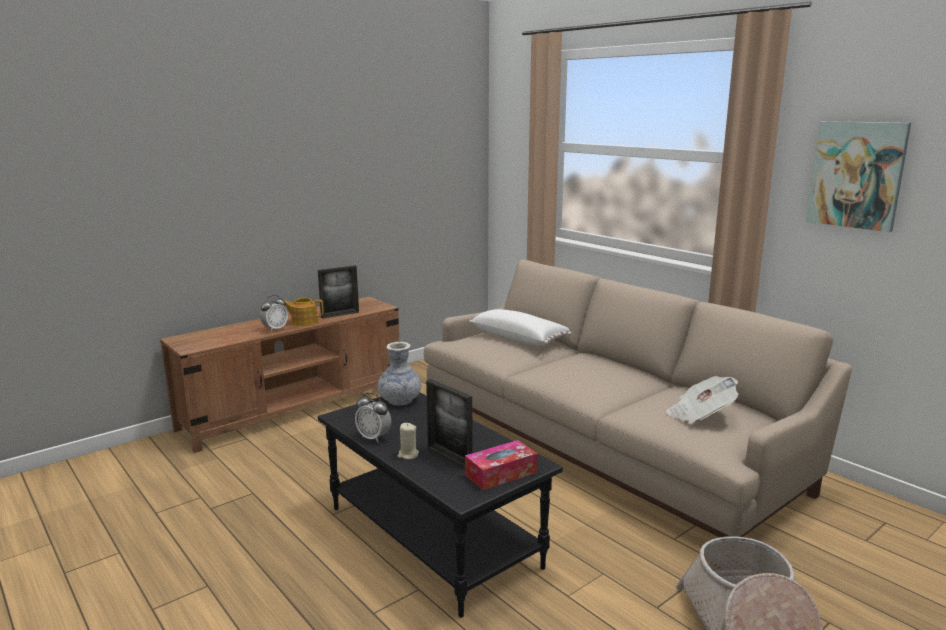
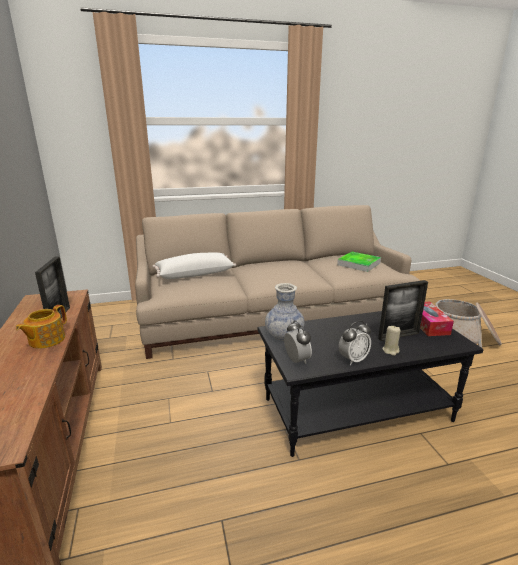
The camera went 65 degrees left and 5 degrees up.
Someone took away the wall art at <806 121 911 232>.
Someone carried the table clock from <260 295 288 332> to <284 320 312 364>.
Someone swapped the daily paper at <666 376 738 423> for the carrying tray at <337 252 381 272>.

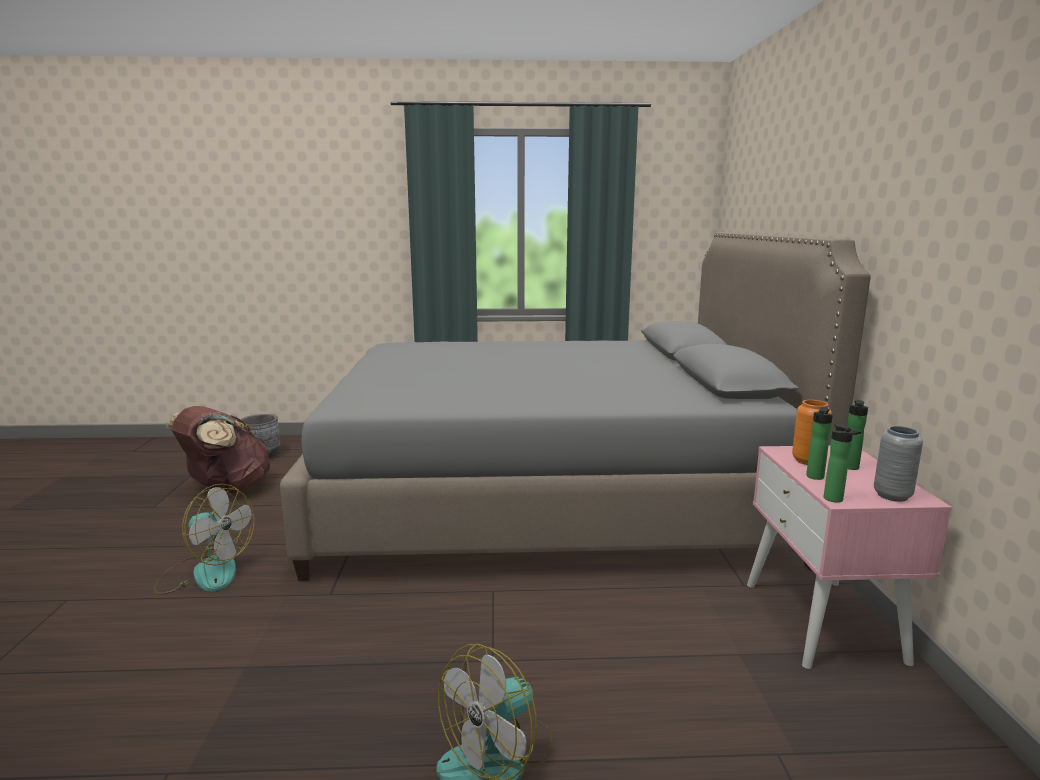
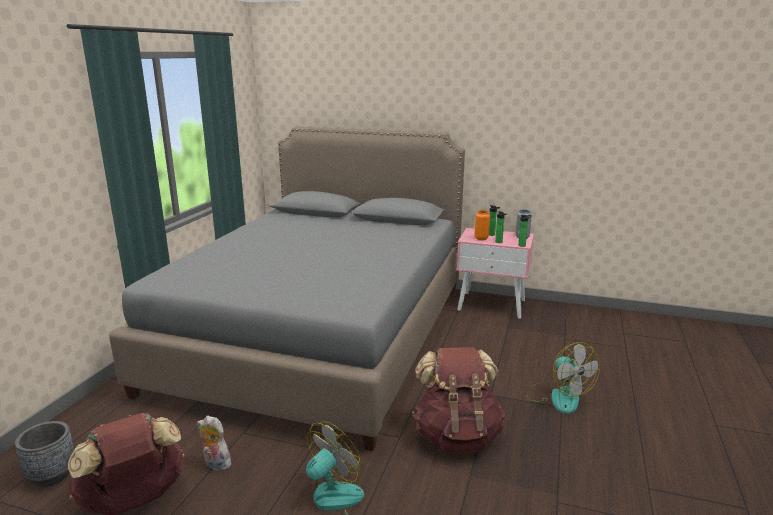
The camera went 70 degrees left and 5 degrees up.
Someone put down the cuddly toy at <197 416 231 471>.
Someone put down the brown backpack at <412 347 505 453>.

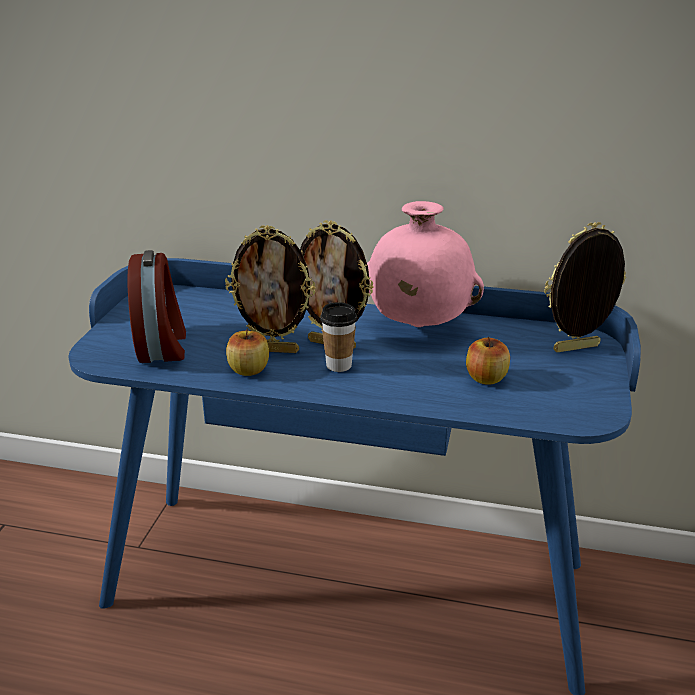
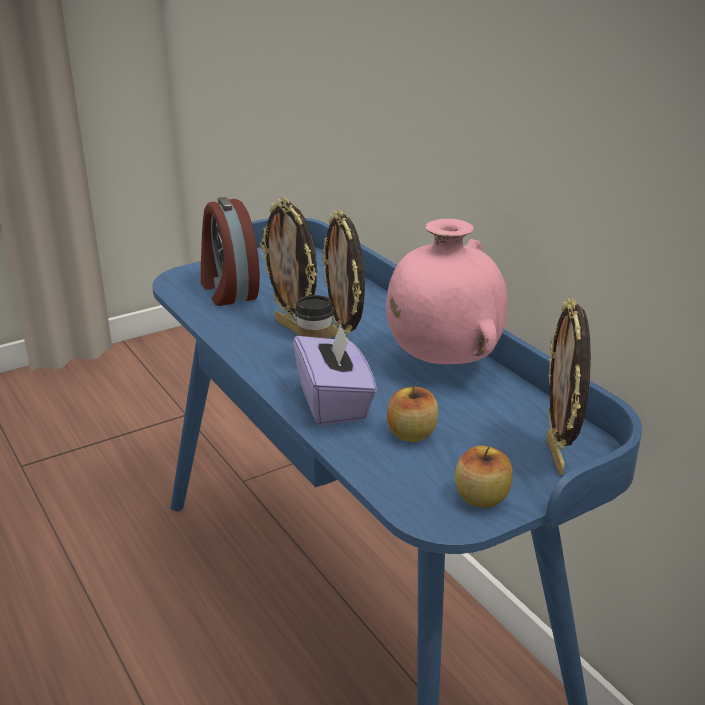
The camera went 45 degrees right and 0 degrees up.
Someone put down the purple tissue box at <293 323 377 426>.
Someone carried the apple fruit from <226 328 269 376> to <455 446 513 508>.
Someone rotated the table clock at <128 250 186 363> by 120 degrees clockwise.
Someone rotated the picture frame at <544 222 626 352> by 120 degrees counterclockwise.

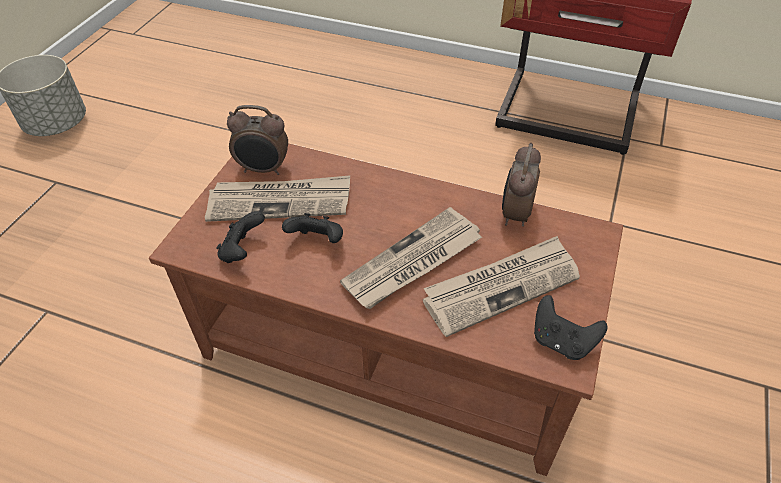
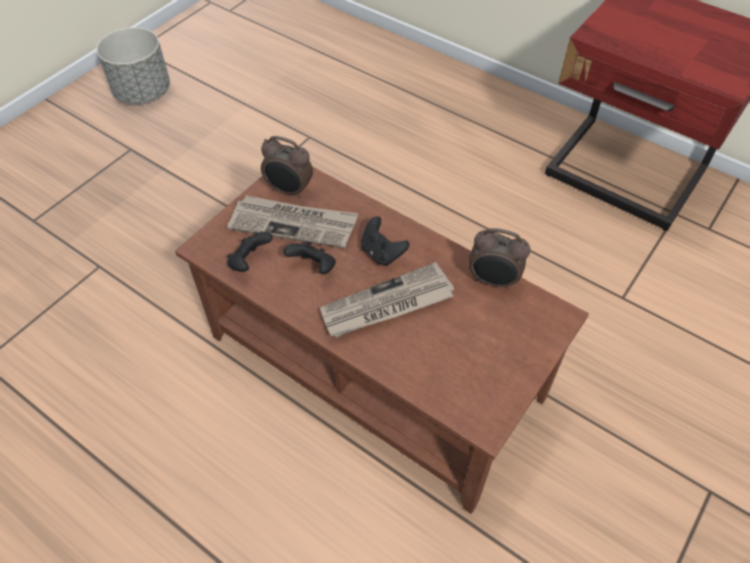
The camera went 15 degrees right and 5 degrees up.
Someone took away the daily paper at <423 236 580 337>.
Someone carried the blackish game controller from <534 295 607 360> to <361 216 409 266>.
Someone rotated the table clock at <502 143 541 227> by 105 degrees counterclockwise.

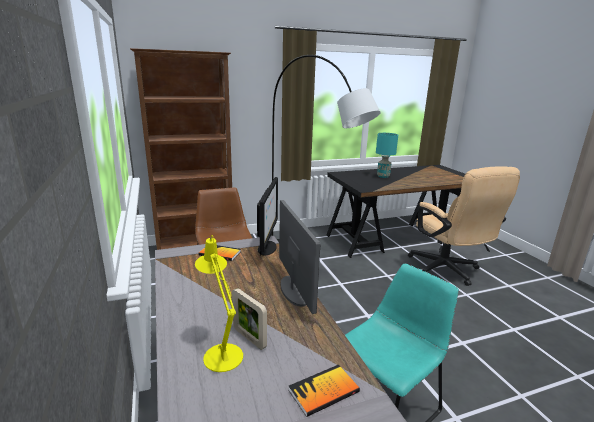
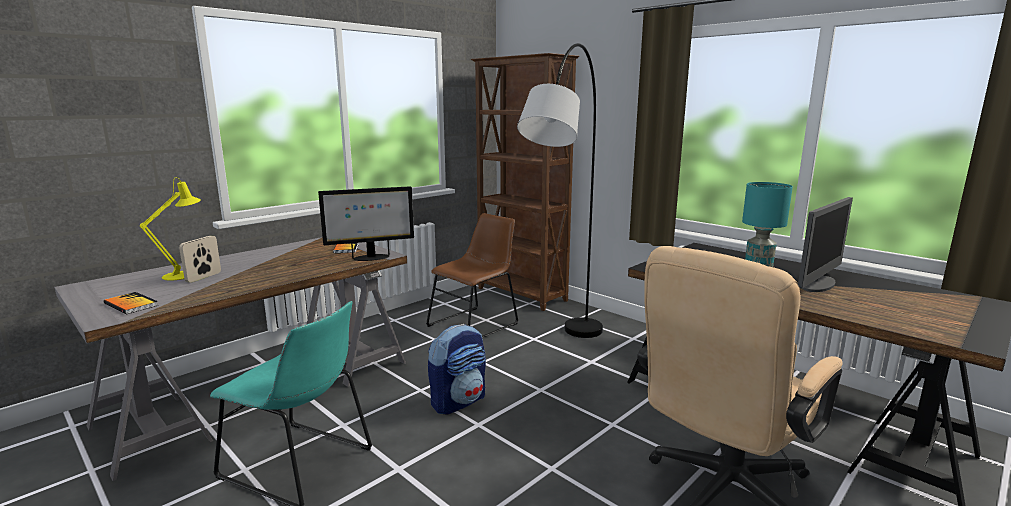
The camera went 65 degrees right and 5 degrees down.
Someone put down the backpack at <428 324 486 415>.
Someone carried the monitor from <279 200 320 314> to <798 197 853 292>.

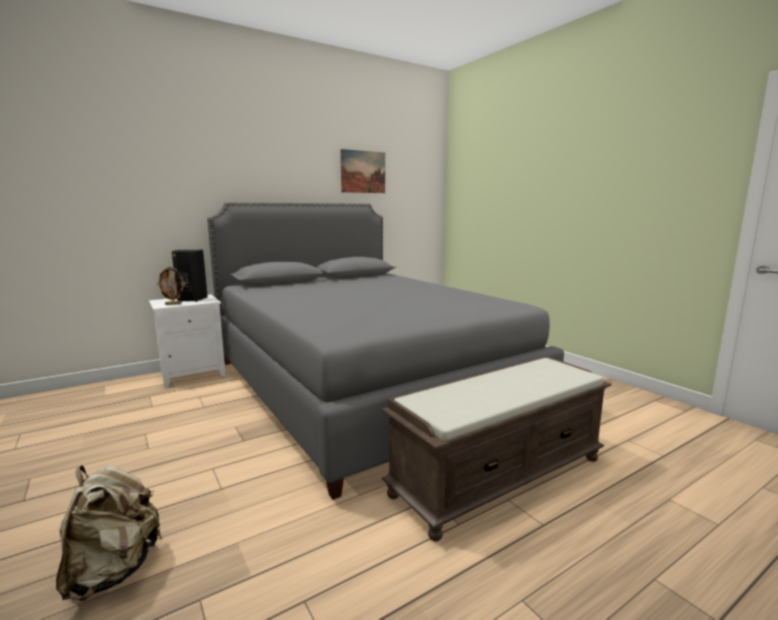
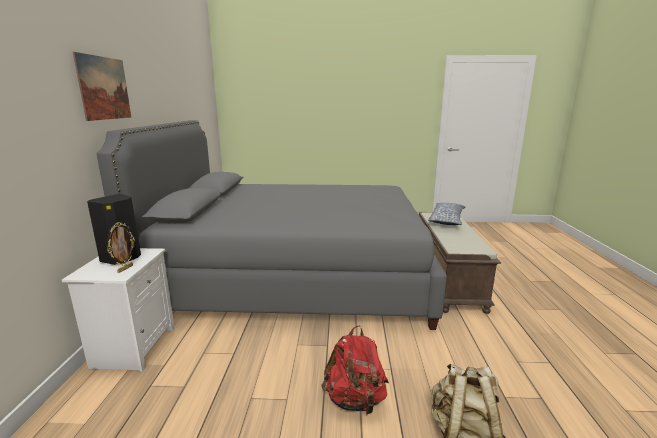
The camera went 55 degrees left and 5 degrees up.
Someone put down the red backpack at <321 326 389 414>.
Someone put down the throw pillow at <428 203 465 225>.
Someone carried the wall art from <340 149 385 193> to <73 52 131 121>.

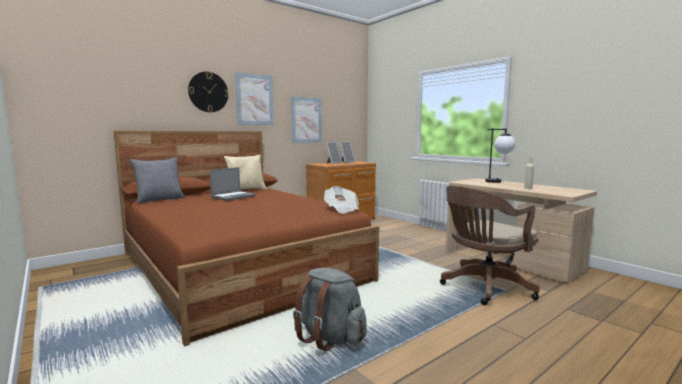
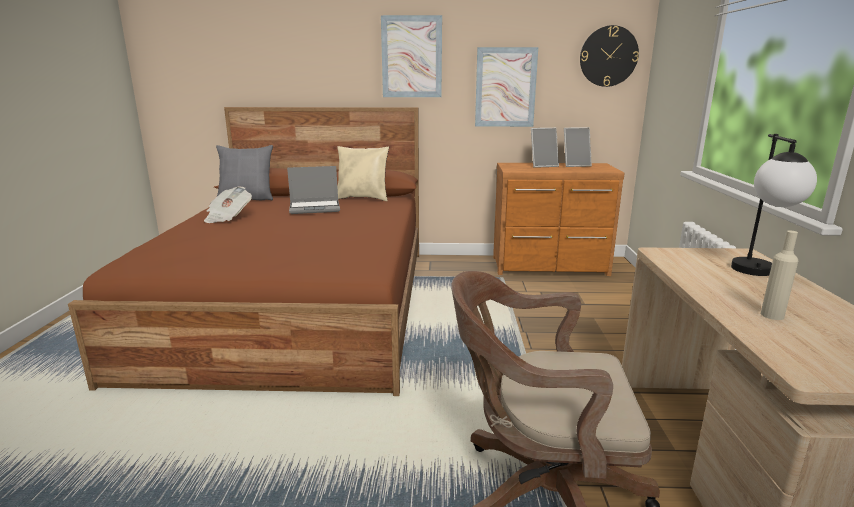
The camera went 40 degrees right and 10 degrees up.
Someone took away the greyish backpack at <293 268 367 351>.
Someone carried the hanging clock from <188 72 229 112> to <580 25 639 87>.
Someone carried the daily paper from <324 186 359 214> to <204 186 252 223>.

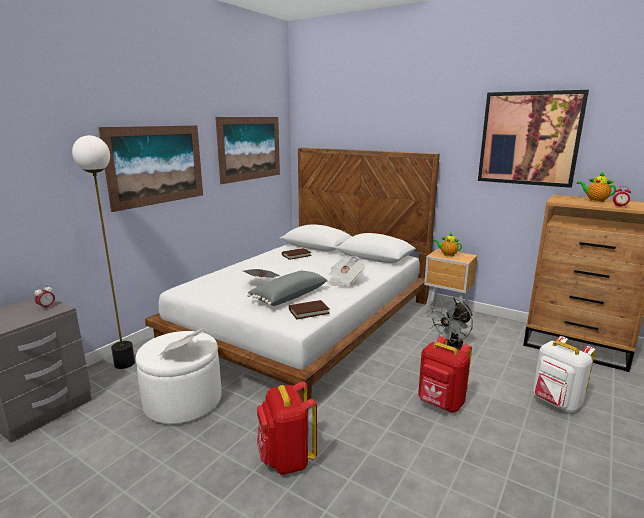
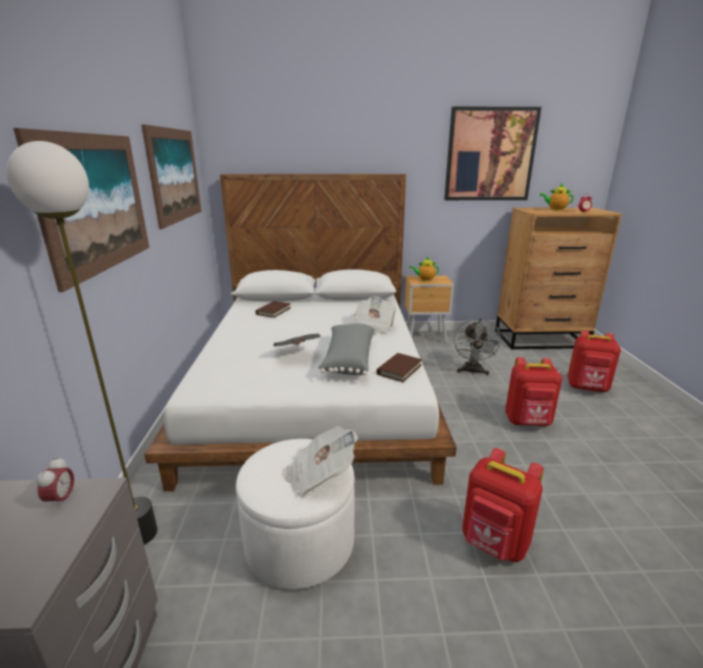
The camera went 35 degrees left and 5 degrees up.
Someone repainted the whitish backpack at <533 336 595 412>, which became the red backpack at <567 331 621 392>.

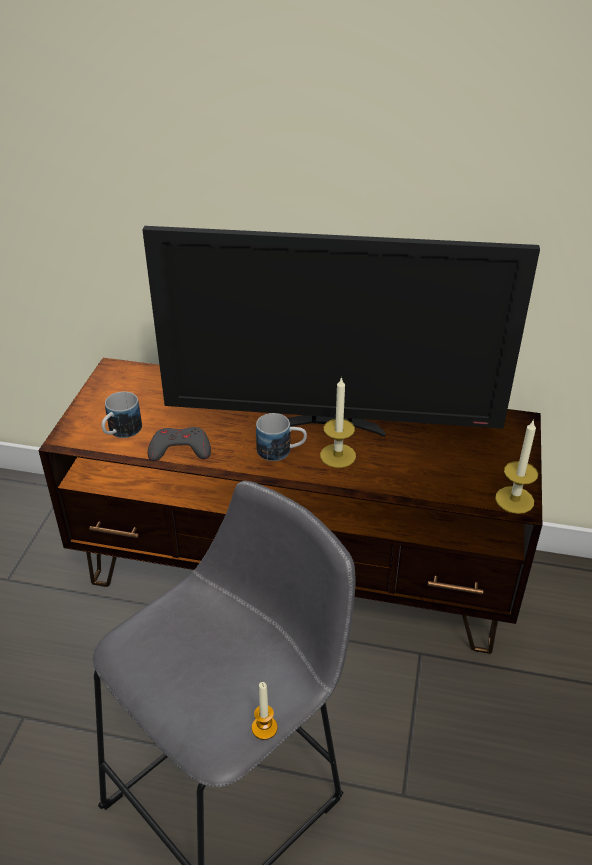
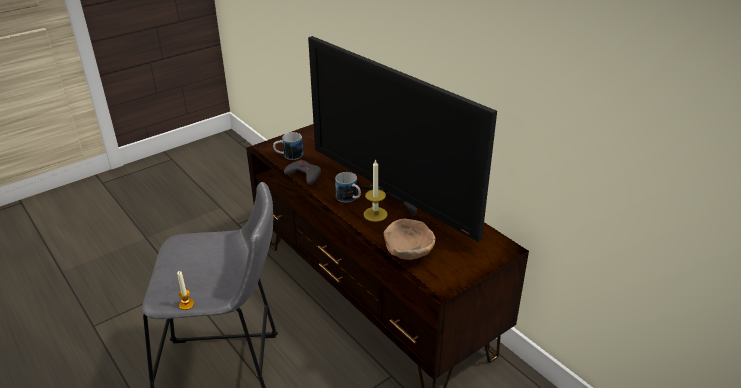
The camera went 40 degrees right and 5 degrees down.
Someone took away the candle at <495 419 538 514>.
Someone put down the brown deep dish at <384 219 436 260>.

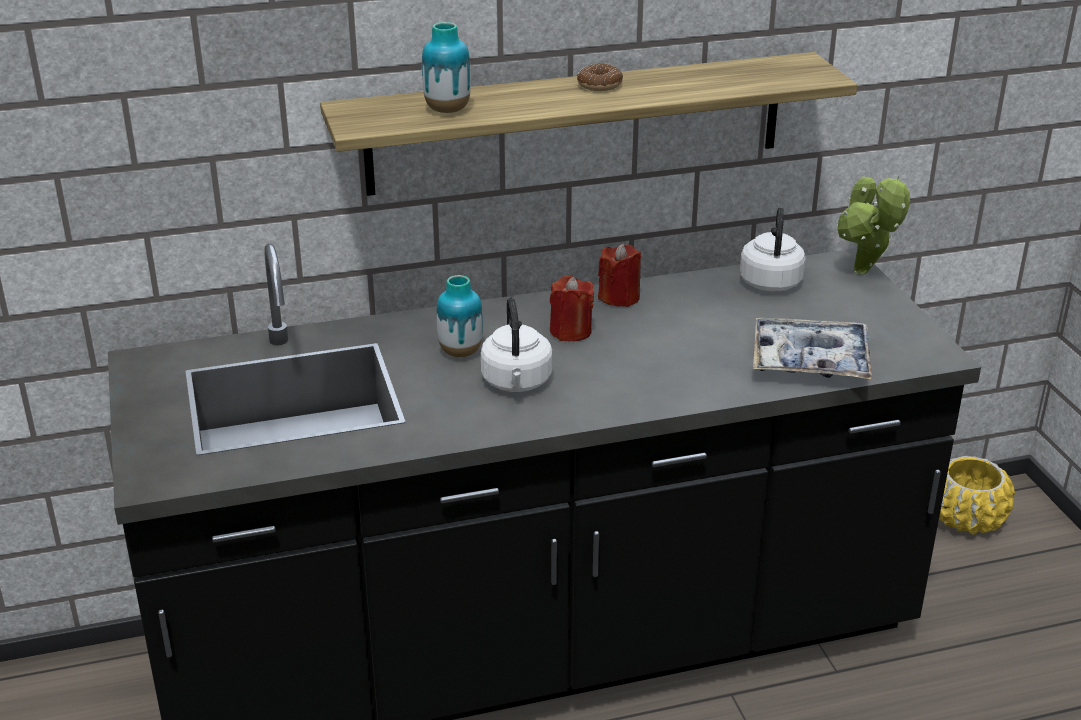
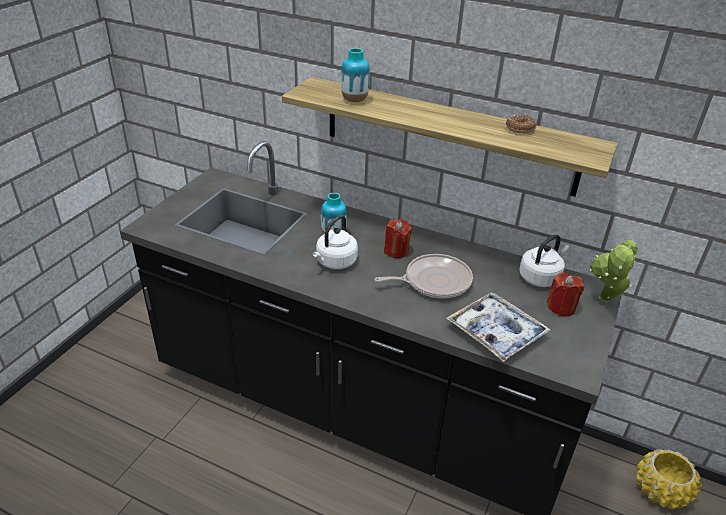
The camera went 40 degrees right and 5 degrees up.
Someone put down the frying pan at <375 254 473 298>.
Someone carried the ring doughnut from <577 63 623 91> to <506 115 536 134>.
Someone carried the red candle from <598 243 641 307> to <547 273 584 316>.

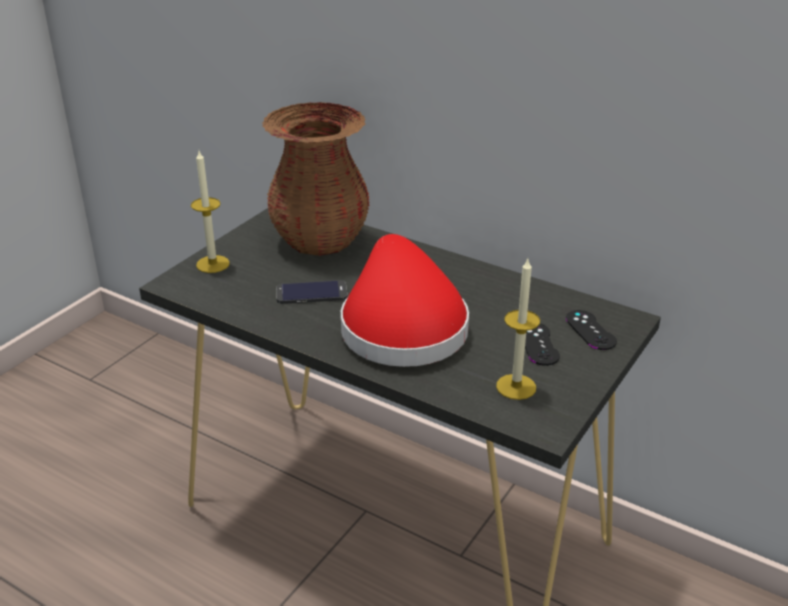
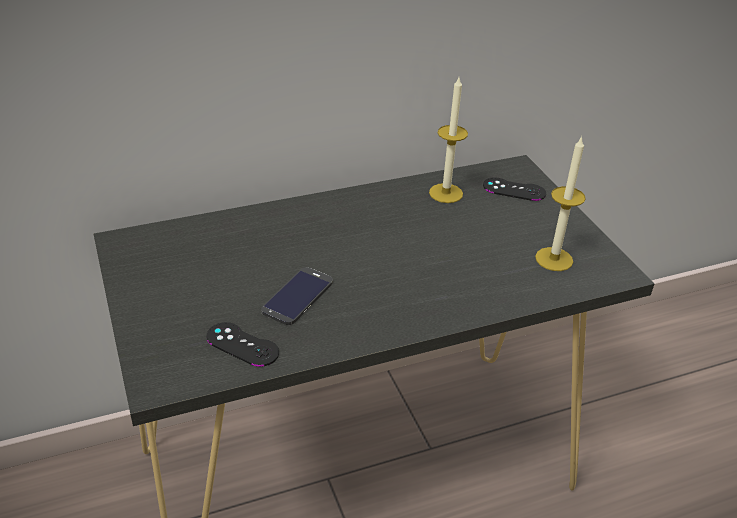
The camera went 55 degrees left and 5 degrees up.
Someone took away the brown decorative vase at <262 102 370 256>.
Someone took away the red wearable hat at <341 234 469 367>.
Someone carried the candle from <191 151 230 273> to <429 78 468 203>.
Someone carried the blackish game controller from <525 324 560 366> to <206 322 279 367>.

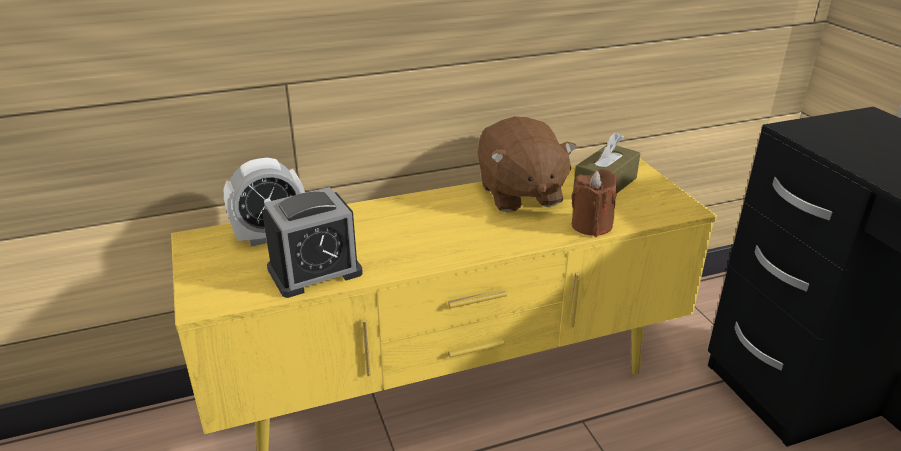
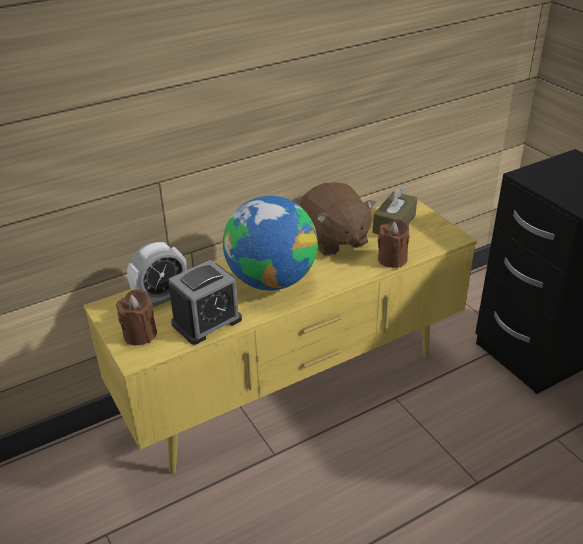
The camera went 10 degrees left and 5 degrees up.
Someone put down the brown candle at <116 289 157 345>.
Someone put down the world globe at <223 196 317 290>.

